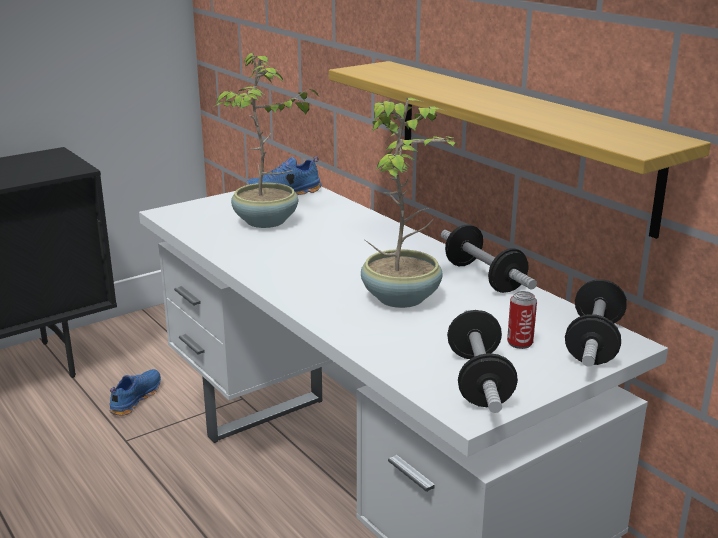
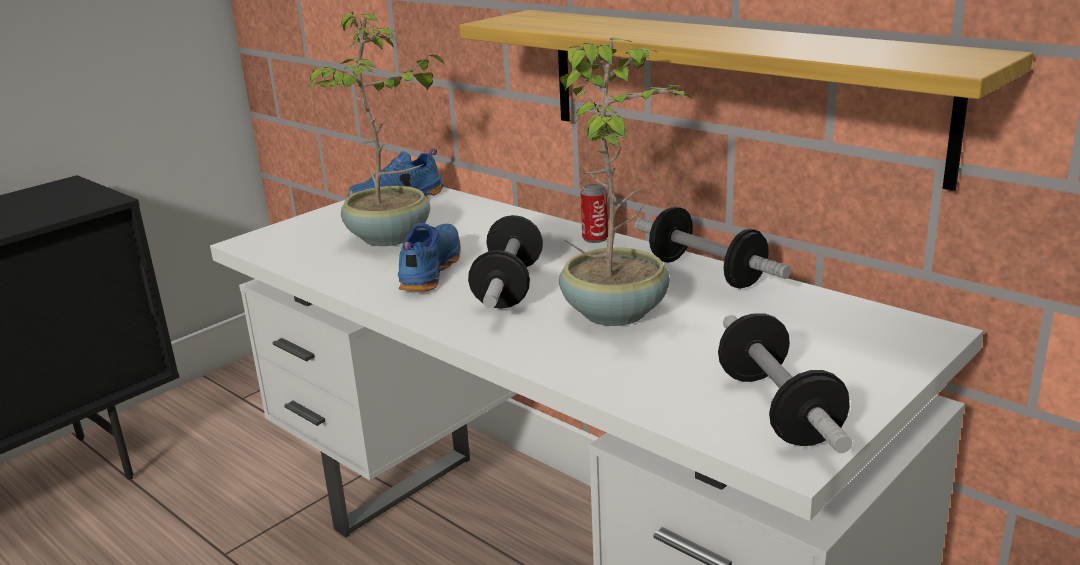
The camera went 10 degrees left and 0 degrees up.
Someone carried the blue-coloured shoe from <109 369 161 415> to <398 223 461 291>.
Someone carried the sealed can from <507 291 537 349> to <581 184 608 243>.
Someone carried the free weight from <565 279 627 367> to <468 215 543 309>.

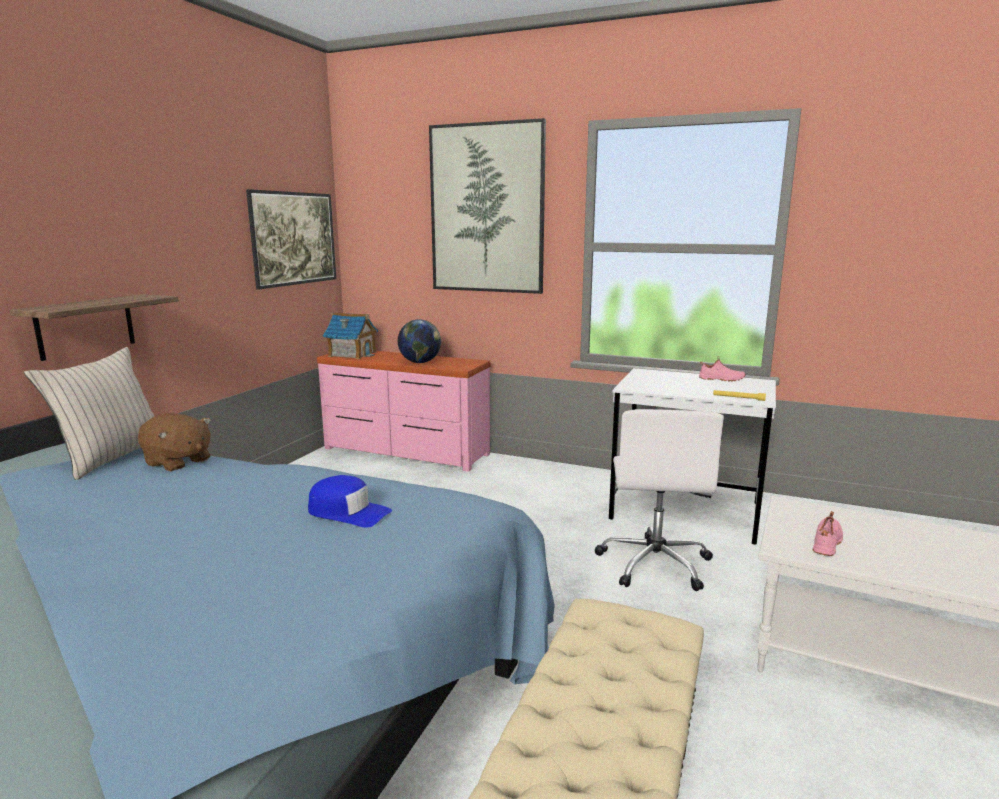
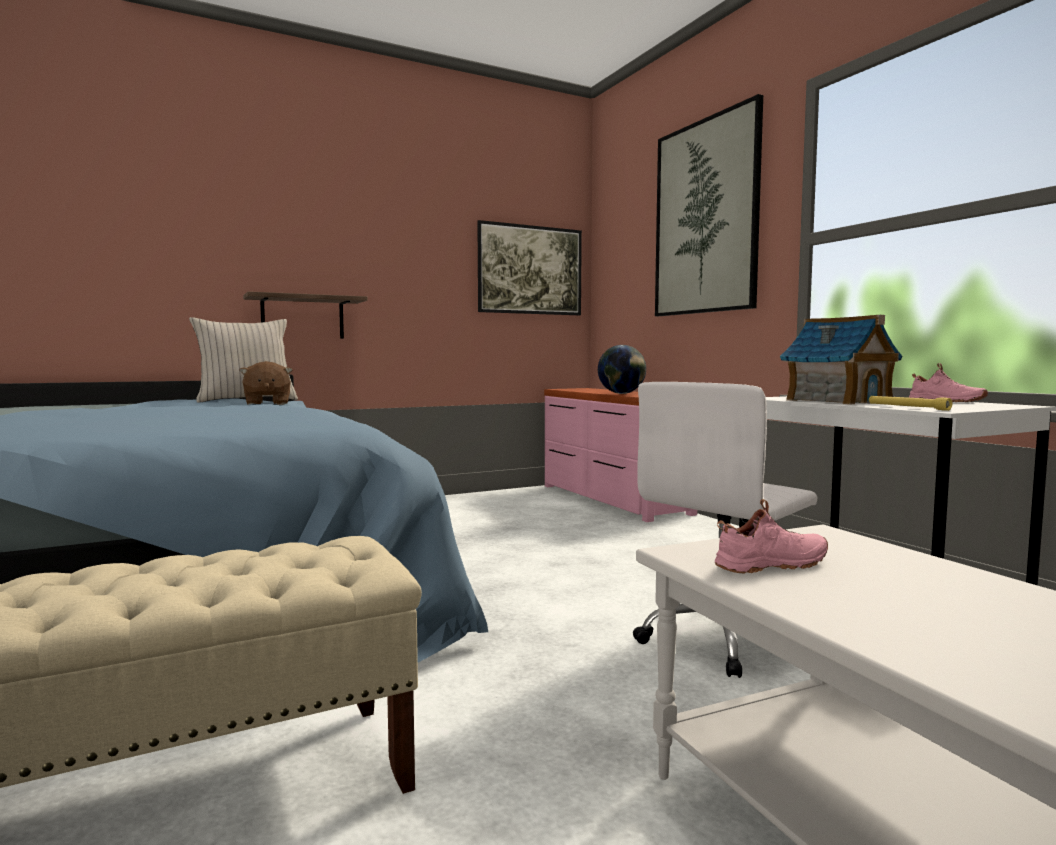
The camera went 40 degrees right and 10 degrees down.
Someone took away the blue-coloured peaked cap at <308 475 392 528>.
Someone carried the model house from <323 312 378 359> to <780 315 902 405>.

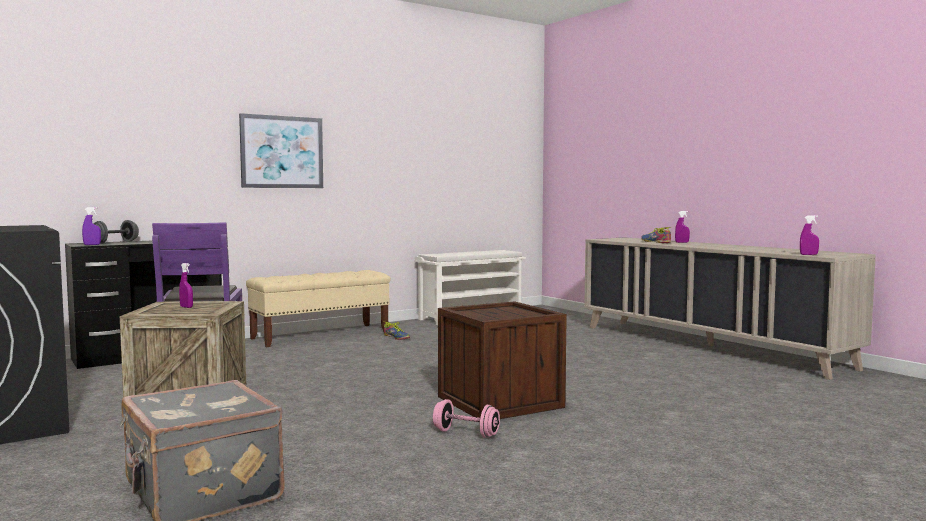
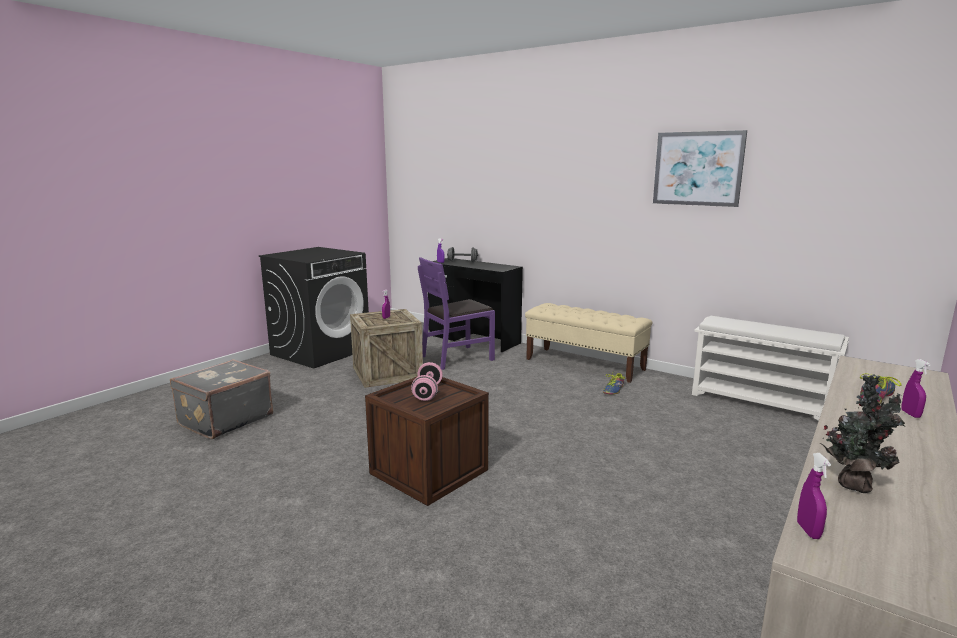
The camera went 70 degrees right and 10 degrees up.
Someone put down the houseplant at <820 374 905 493>.
Someone carried the wall art from <239 113 323 188> to <653 130 747 207>.
Someone carried the pinkish free weight from <433 399 500 438> to <411 362 443 401>.

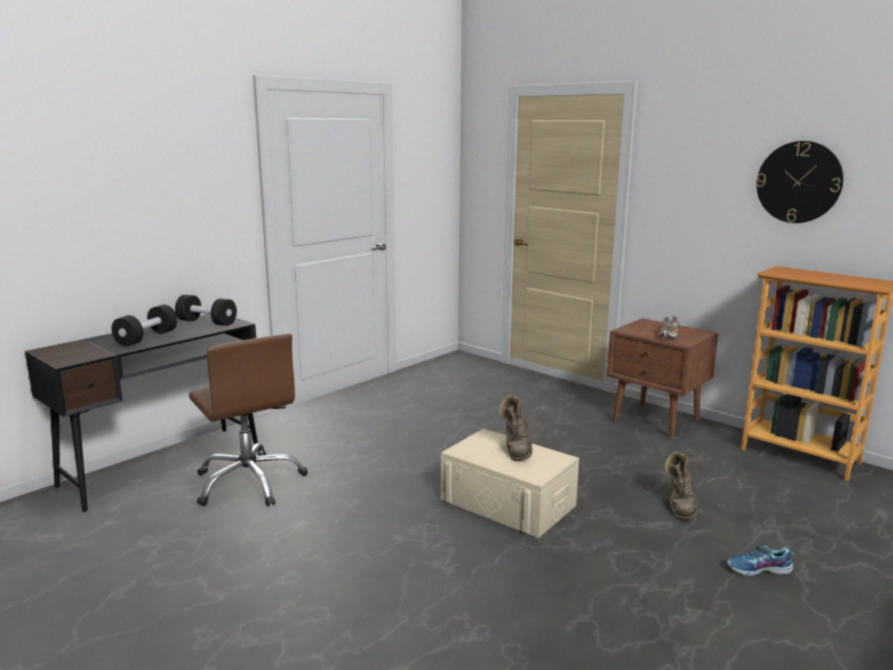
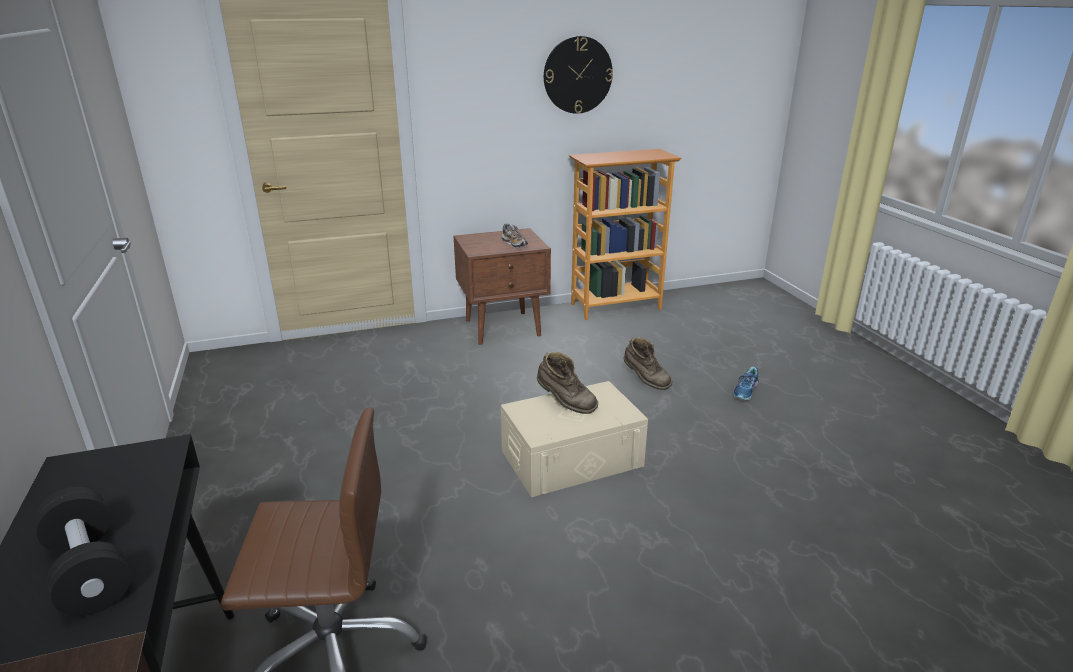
The camera went 60 degrees left and 10 degrees up.
Someone took away the blackish free weight at <175 295 237 326>.

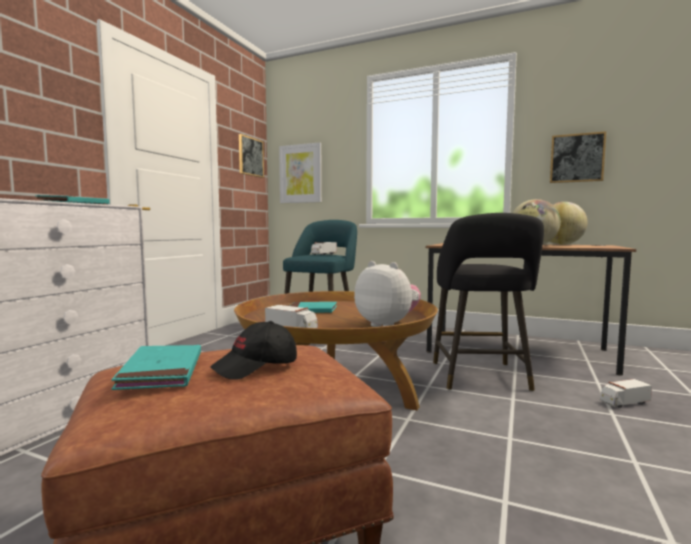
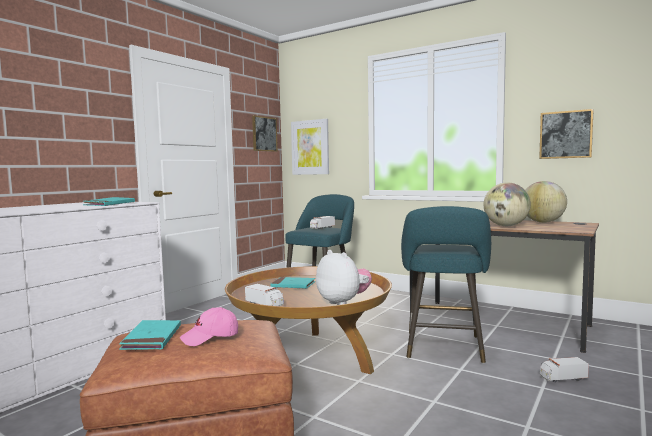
The camera went 10 degrees right and 0 degrees up.
Someone repainted the blackish peaked cap at <210 321 297 379>, which became the pinkish peaked cap at <180 307 238 346>.
Someone repainted the blackish sitting stool at <433 213 544 392>, which became the blue-green sitting stool at <401 206 491 364>.

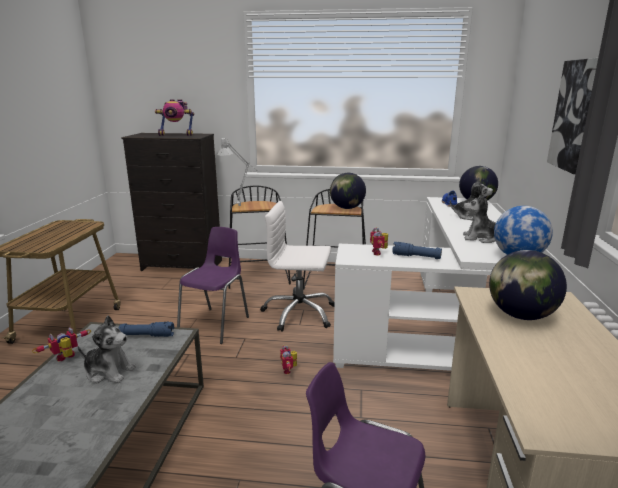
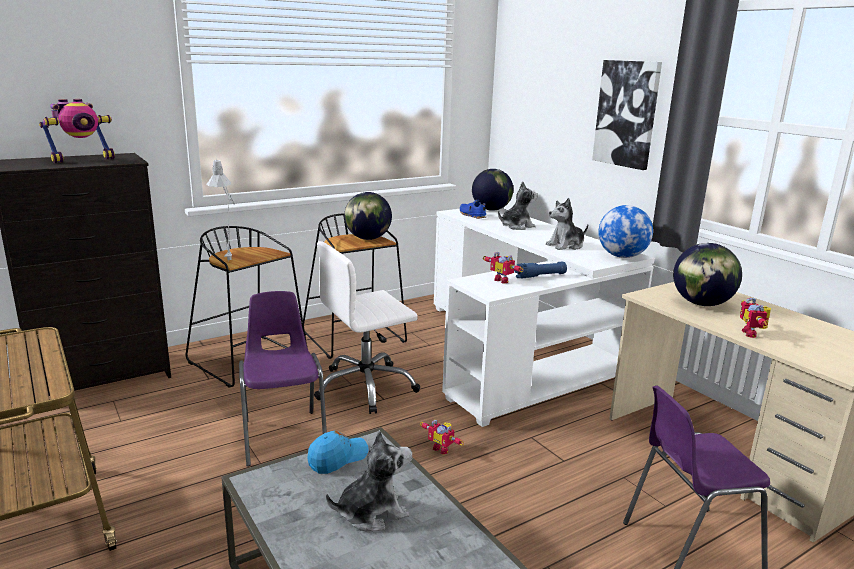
The camera went 40 degrees left and 0 degrees up.
Someone carried the toy robot from <32 328 91 361> to <740 298 771 338>.
Someone swapped the blue-coloured torch at <119 322 174 337> for the blue-coloured peaked cap at <307 431 369 474>.

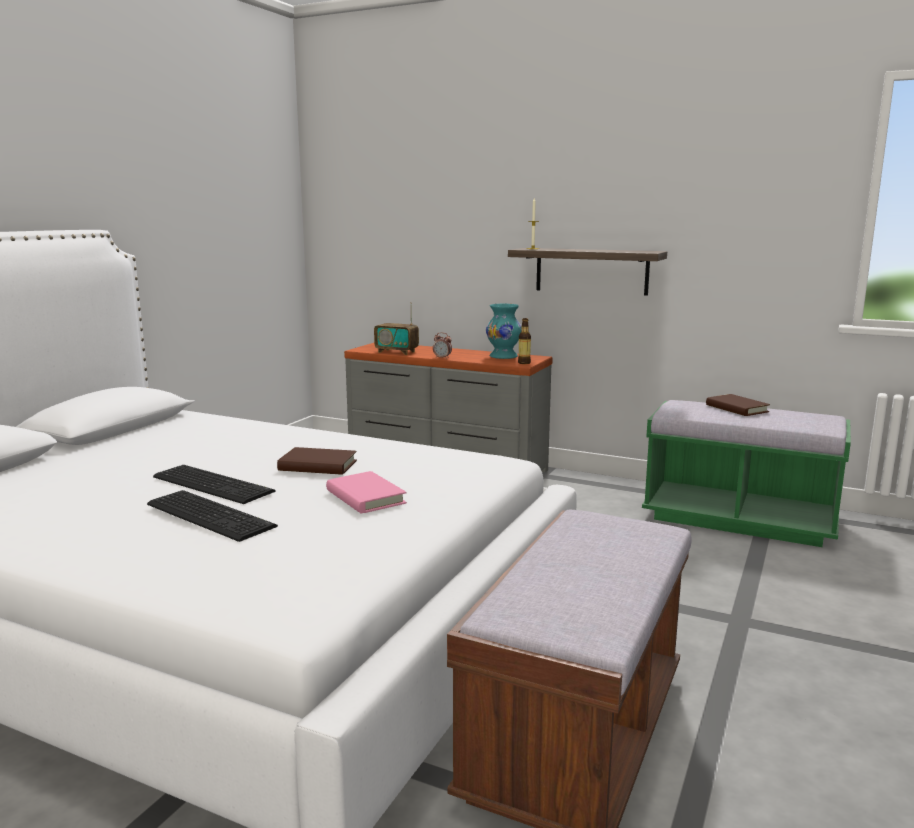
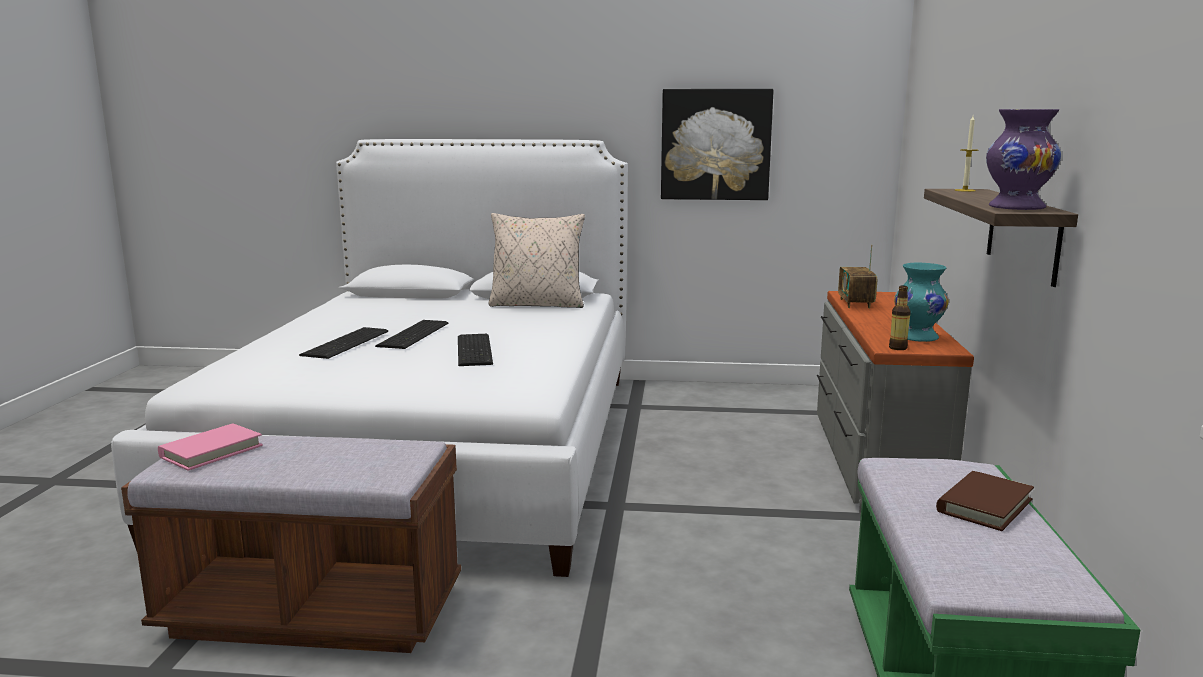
The camera went 70 degrees right and 0 degrees up.
Someone took away the table clock at <433 332 452 359>.
Someone put down the beige-coloured throw pillow at <489 213 585 308>.
Someone put up the wall art at <661 89 774 200>.
Someone put down the purple decorative vase at <986 109 1061 210>.
Someone carried the pinkish volume from <326 471 407 514> to <158 423 263 471>.
Someone swapped the brown volume at <277 447 357 475> for the PC keyboard at <458 334 493 366>.

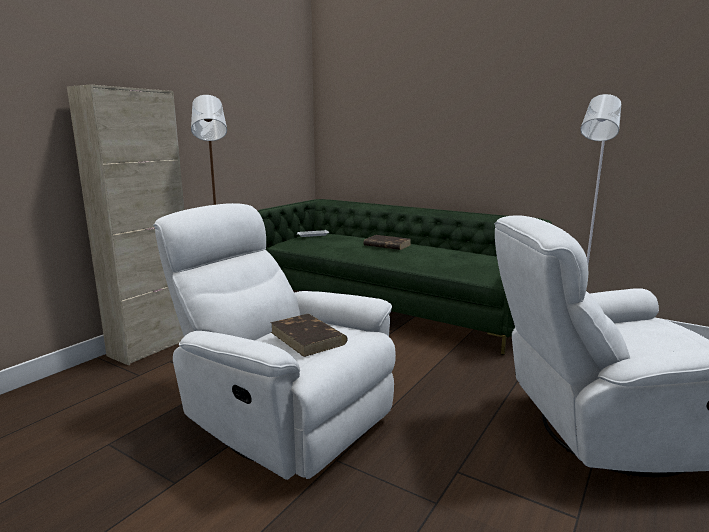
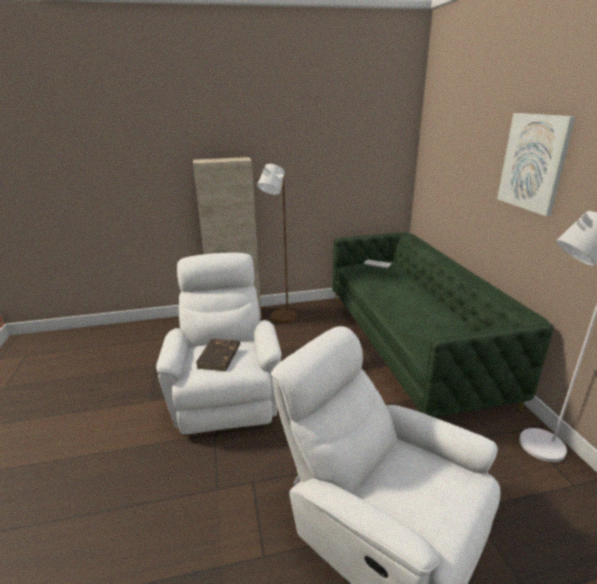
The camera went 45 degrees right and 10 degrees up.
Someone took away the brown volume at <363 235 411 250>.
Someone put up the wall art at <497 113 576 216>.

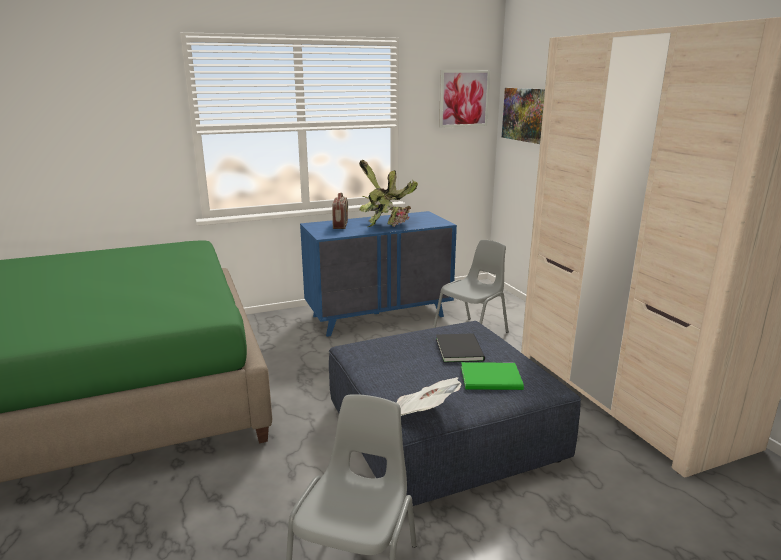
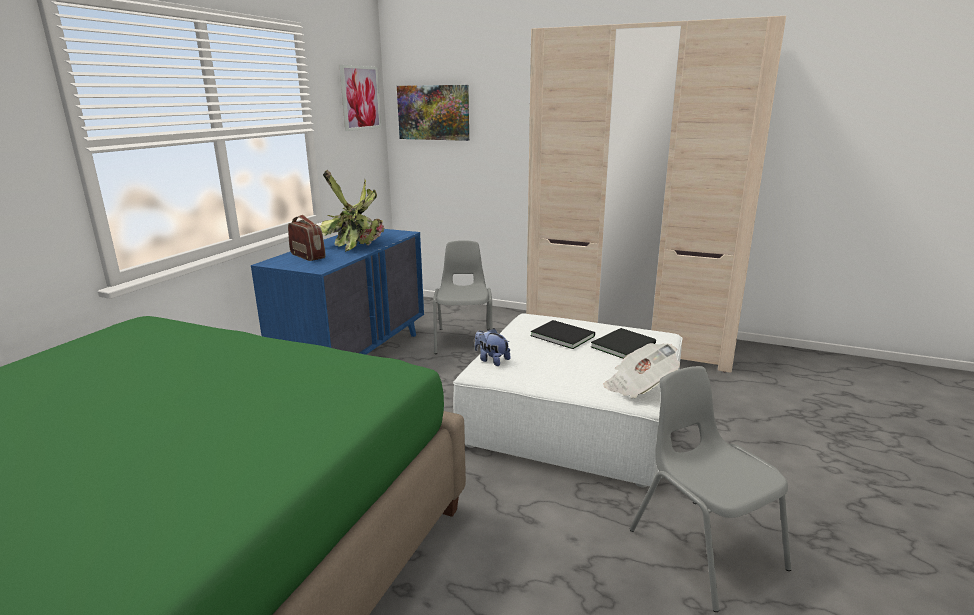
The camera went 45 degrees left and 0 degrees up.
Someone put down the cuddly toy at <475 328 510 366>.
Someone repainted the blue-coloured footrest at <329 321 581 506>, which became the whitish footrest at <453 313 683 487>.
Someone repainted the green volume at <461 362 524 390>, which became the blackish volume at <591 328 656 359>.

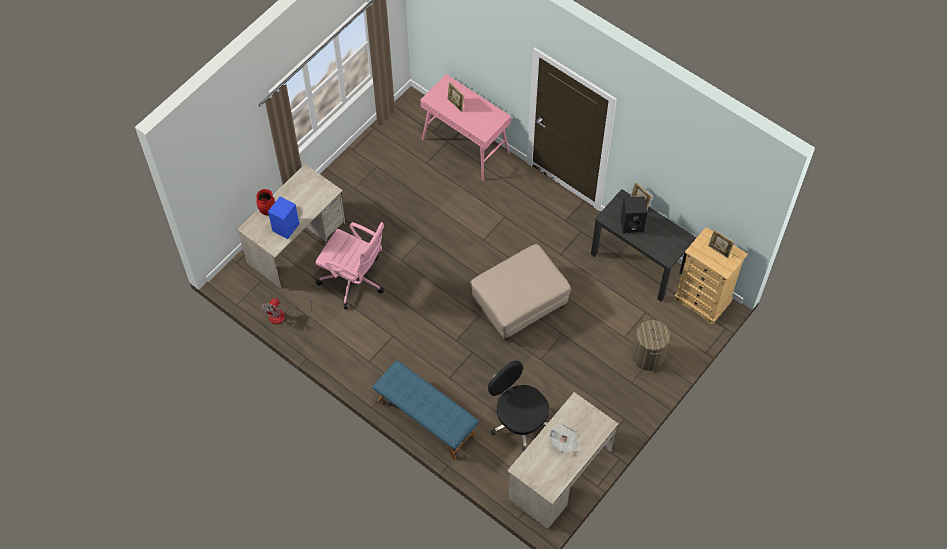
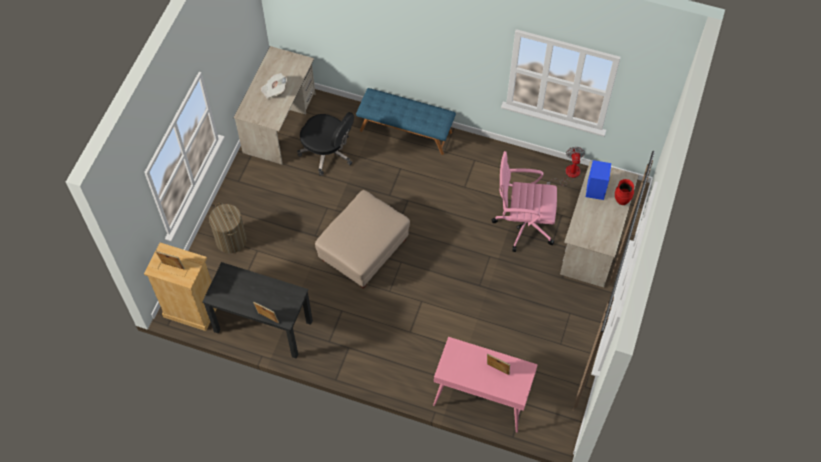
The camera went 160 degrees right and 0 degrees up.
Someone took away the blackish speaker at <621 196 647 233>.

